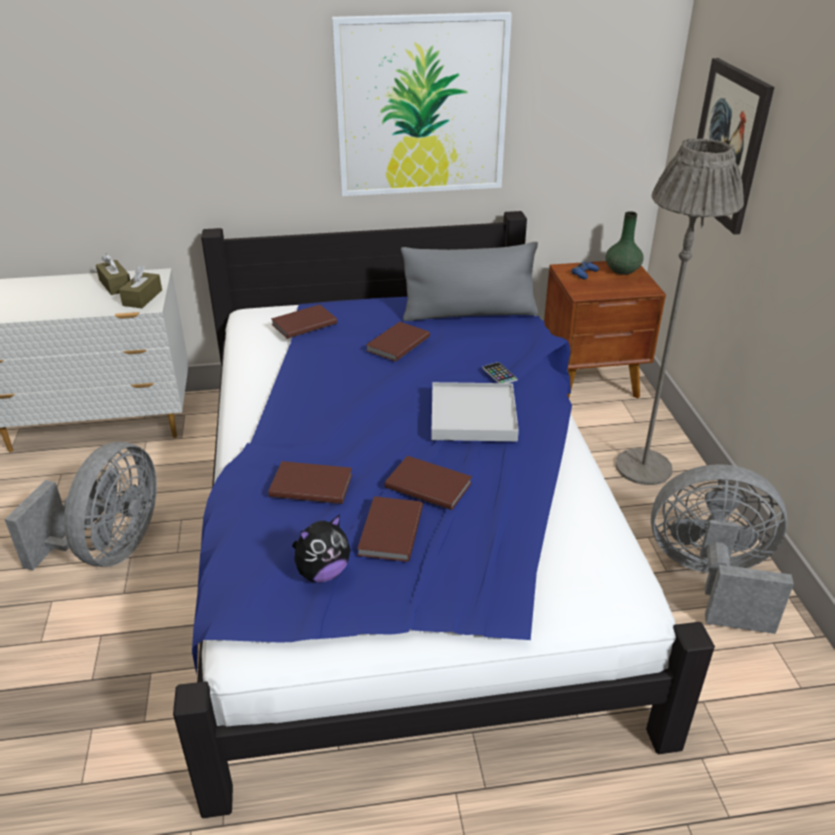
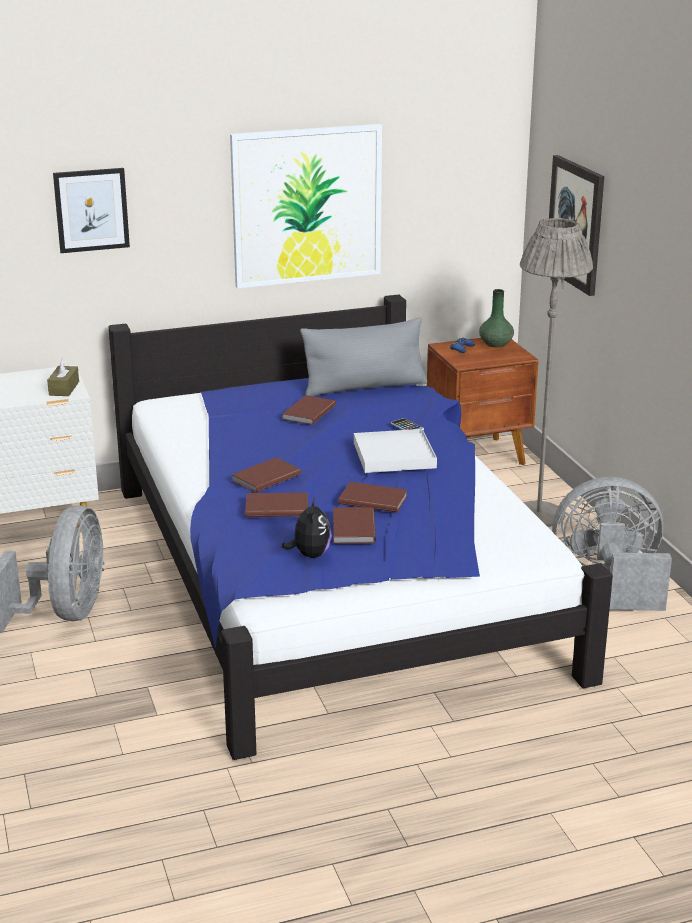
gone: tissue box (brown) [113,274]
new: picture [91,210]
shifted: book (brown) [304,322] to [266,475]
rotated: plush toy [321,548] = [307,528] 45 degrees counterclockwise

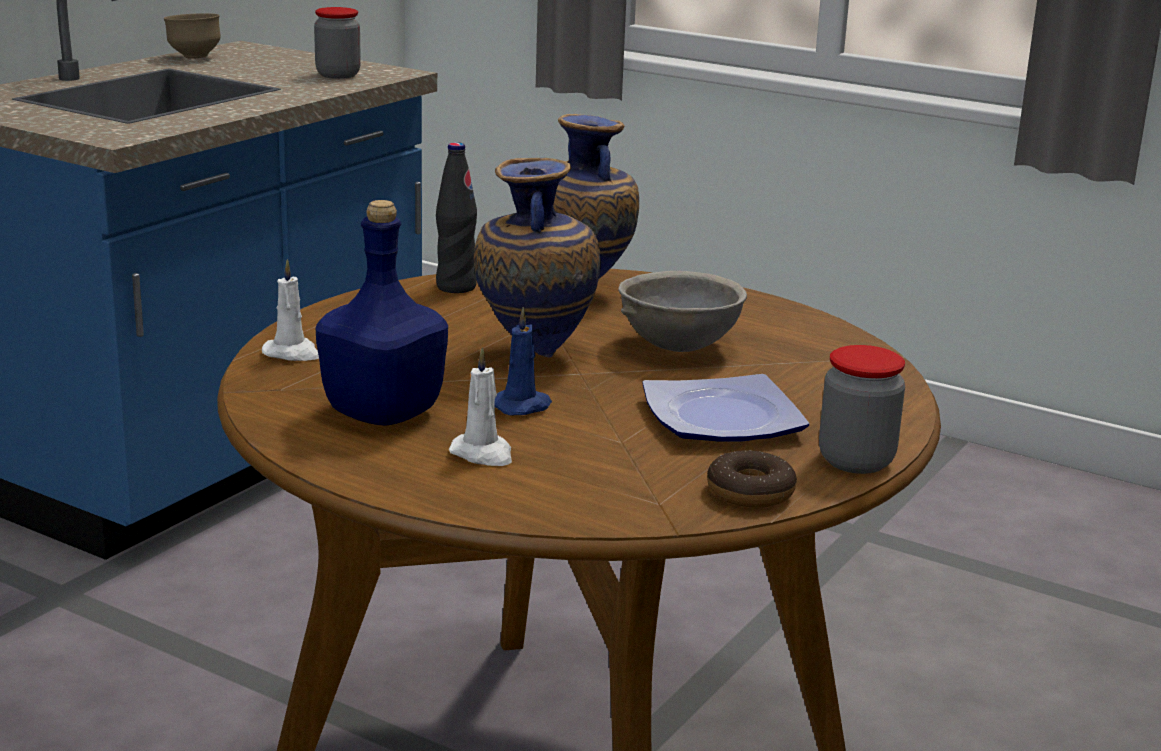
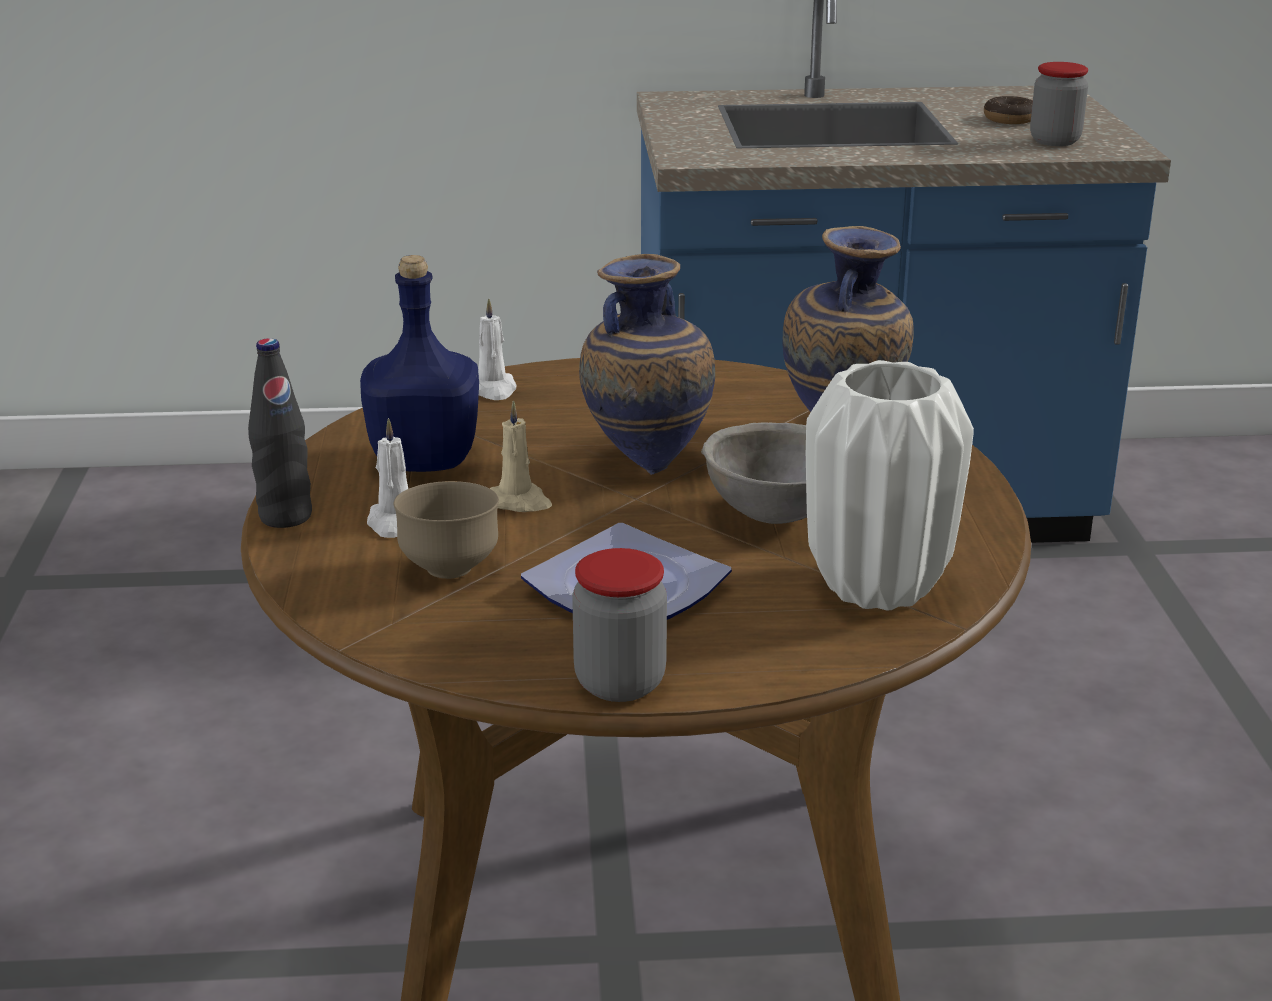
new: vase (white) [890,485]
shifted: bowl (brown) [192,36] to [446,530]; bottle (black) [456,217] to [280,433]; donut [752,479] to [1008,110]
repainted: candle (blue) [523,361] to candle (beige) [521,456]

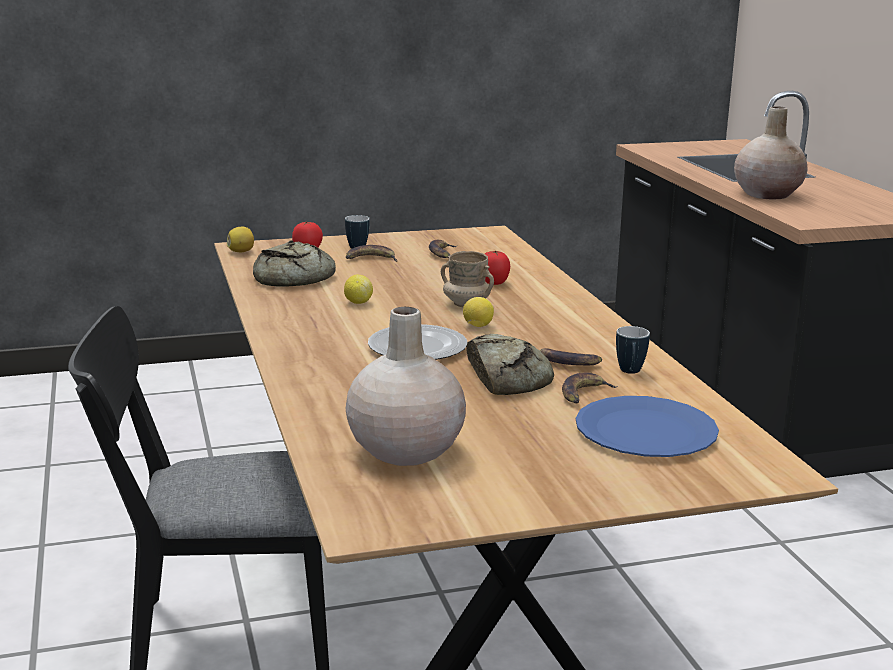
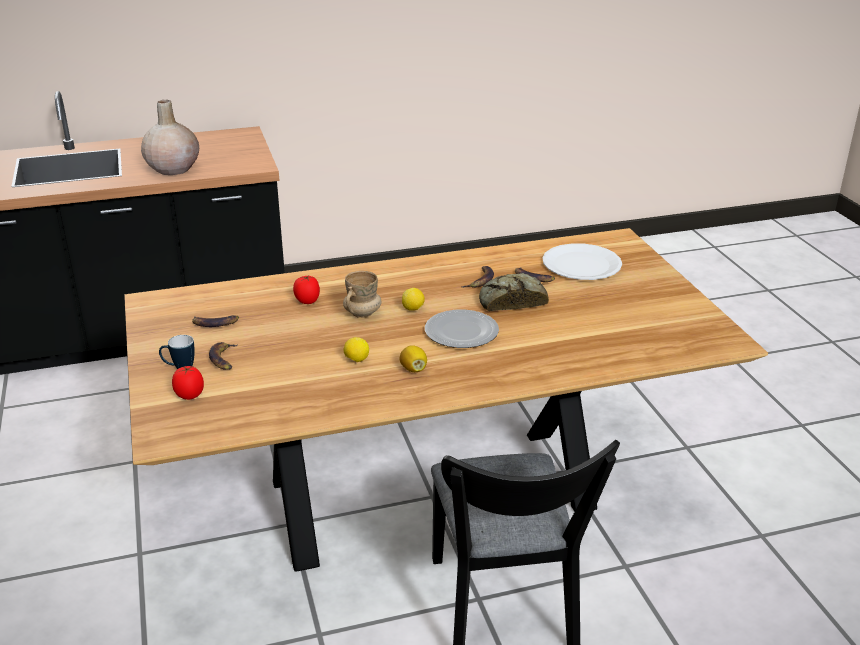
gone: bread [294,263]; vase (beige) [406,386]; mug [633,350]
shifted: lemon [240,239] to [413,358]
repainted: plate (blue) [647,426] to plate (white) [582,261]

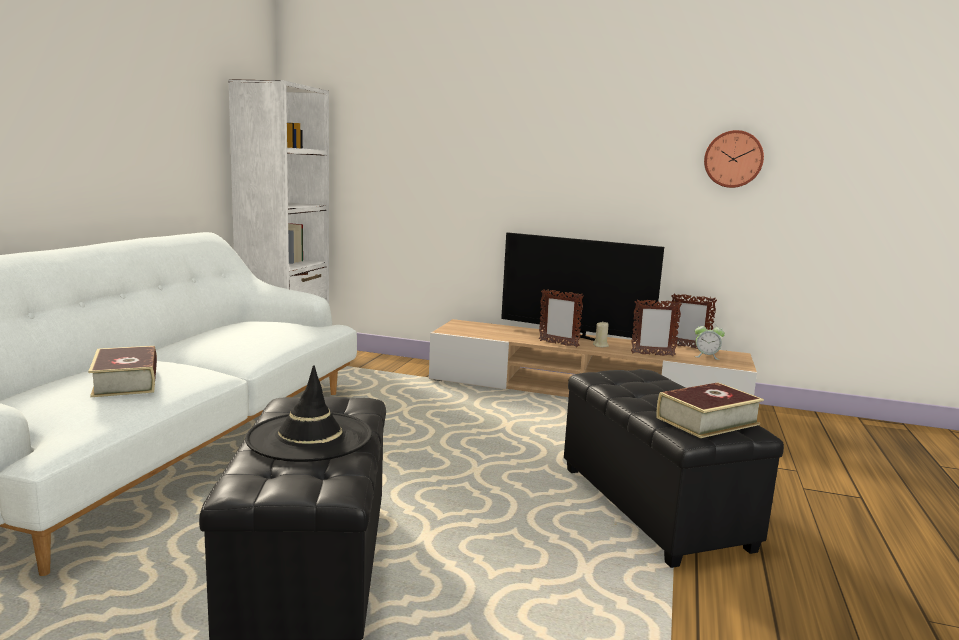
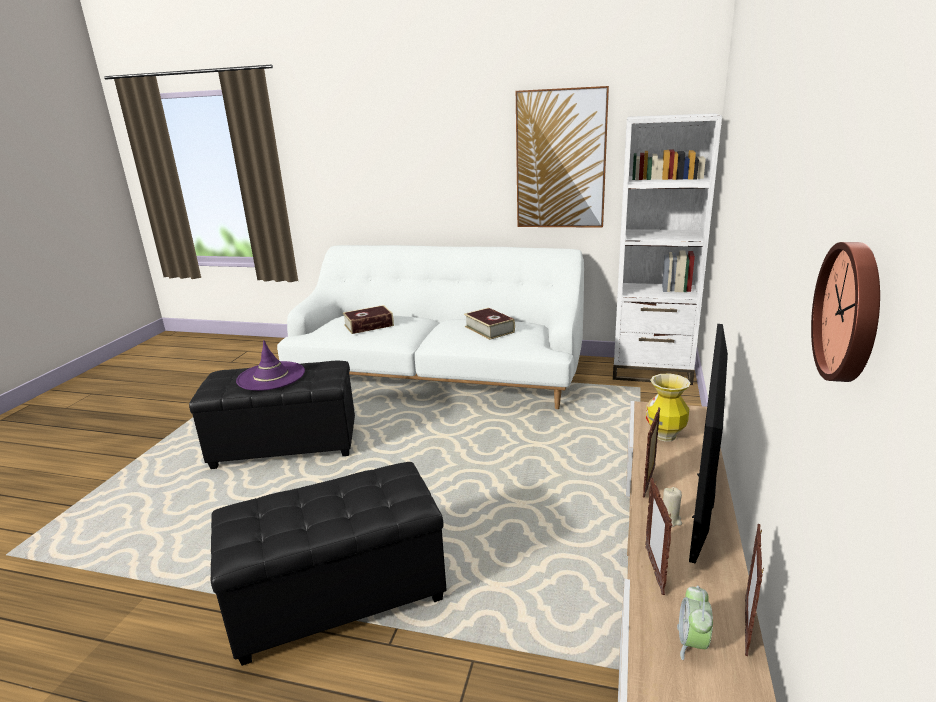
new: picture [562,157]; vase [668,407]
shifted: book [710,410] to [489,324]
repainted: hat (black) [308,413] to hat (purple) [270,365]

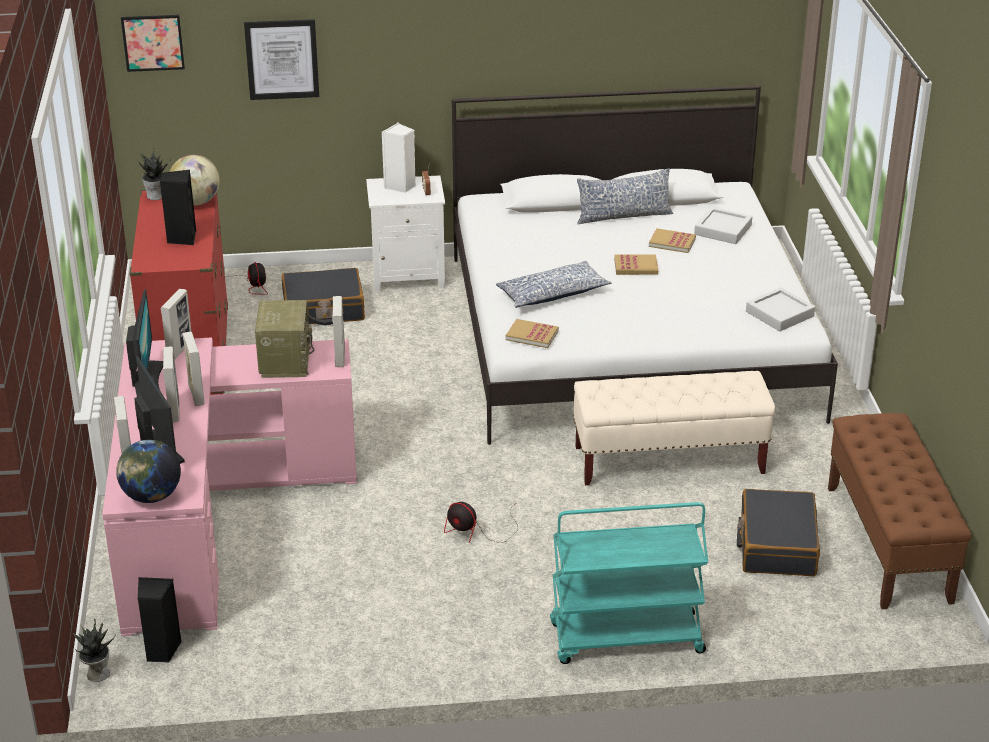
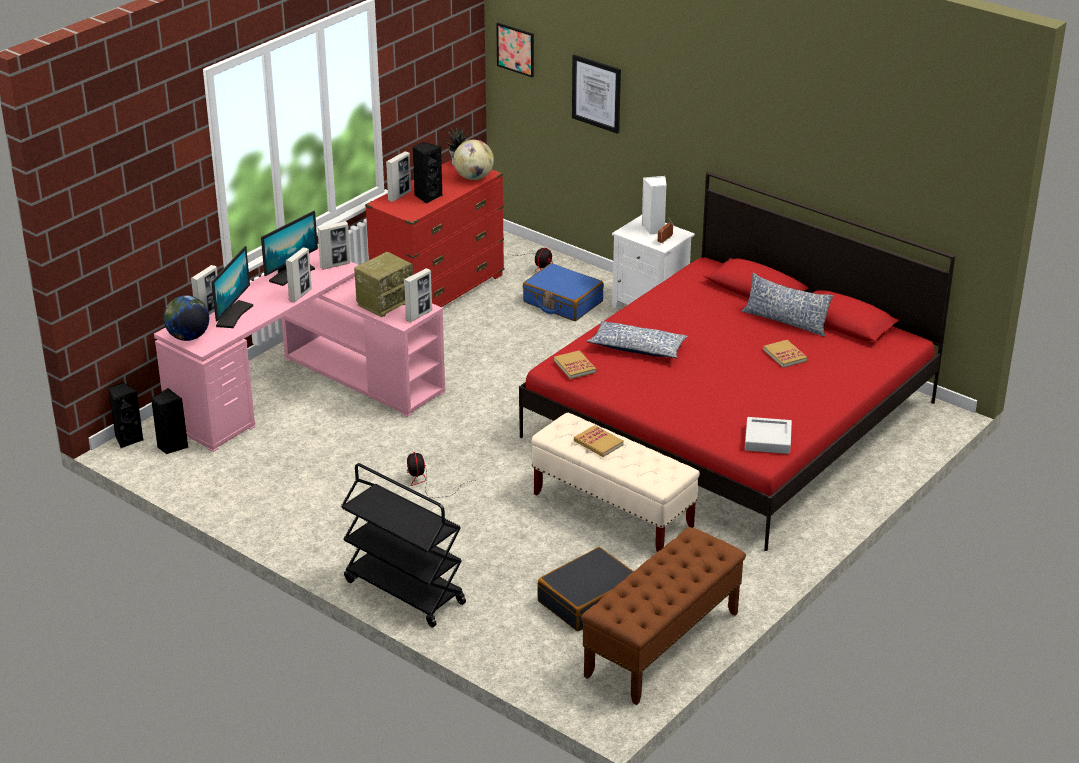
gone: tray (grey) [723,225]
shifted: book [636,264] to [599,441]; picture frame [171,384] to [398,176]
swapped: potted plant [94,650] to speaker (black) [126,415]
repainted: bed (white) [645,265] to bed (red) [737,361]; suitcase (black) [323,296] to suitcase (blue) [563,292]; cart (turquoise) [629,583] to cart (black) [403,545]

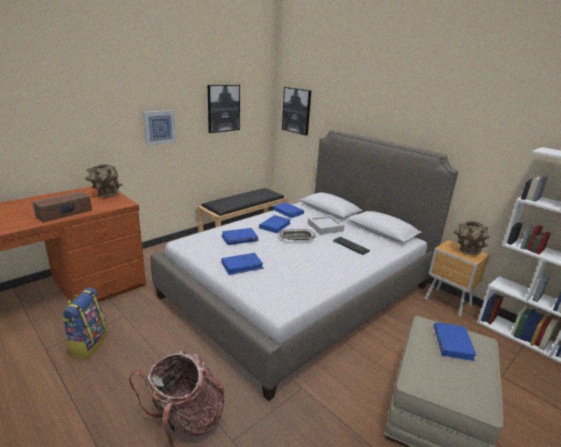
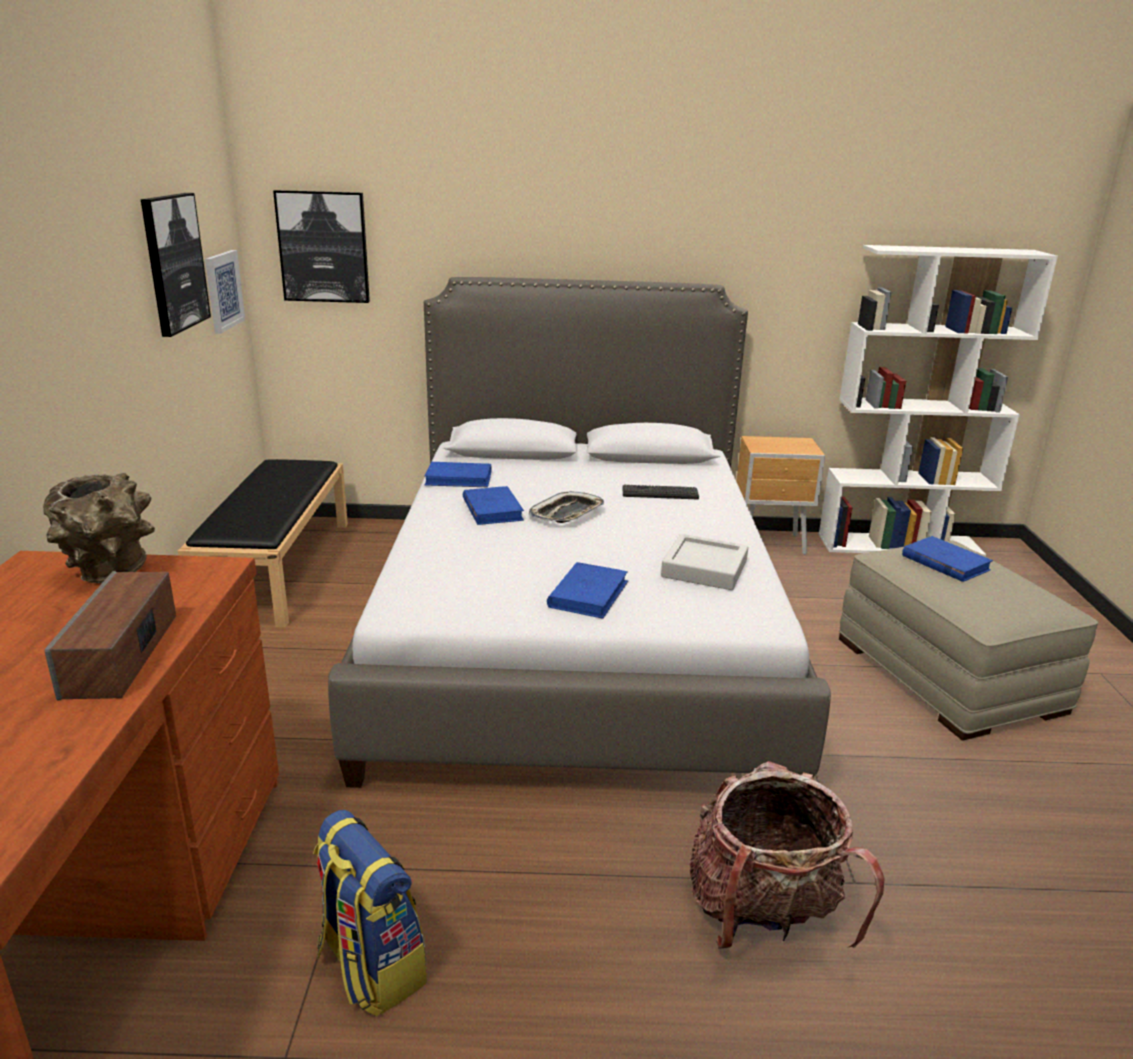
gone: vase (brown) [472,238]; book (blue) [239,236]
shifted: picture [159,128] to [225,292]; tray (grey) [326,225] to [704,562]

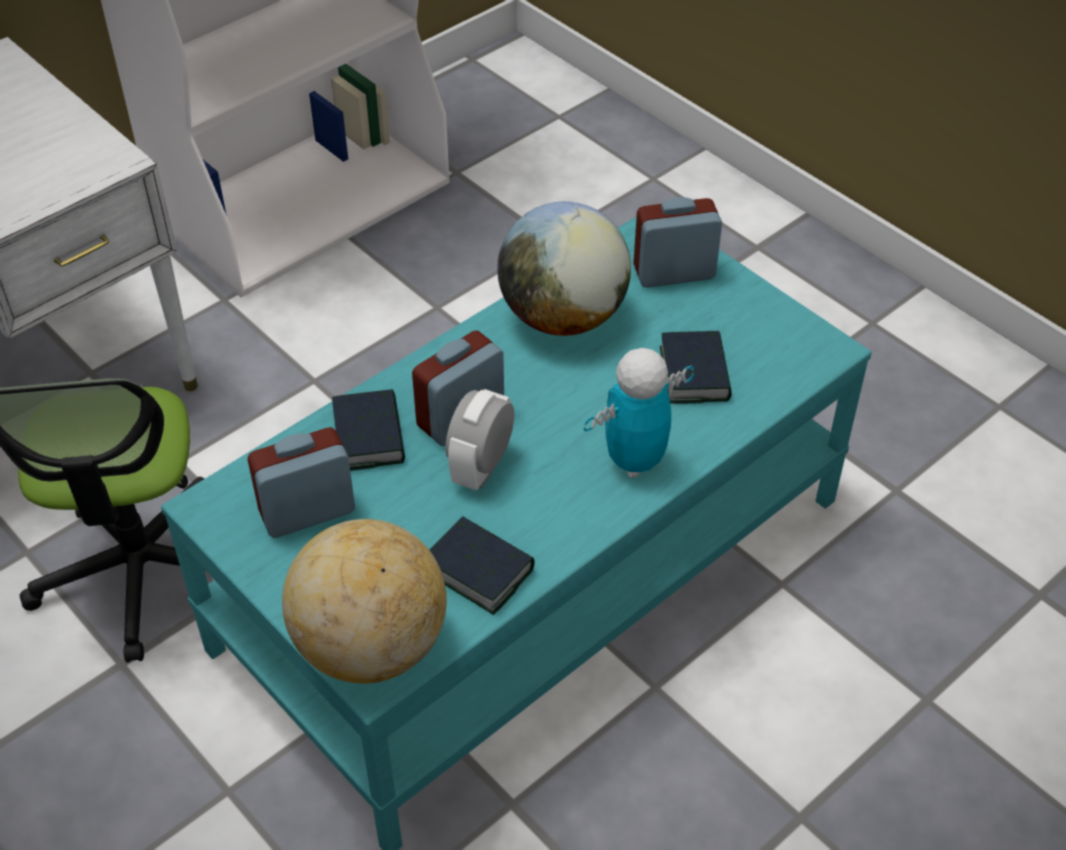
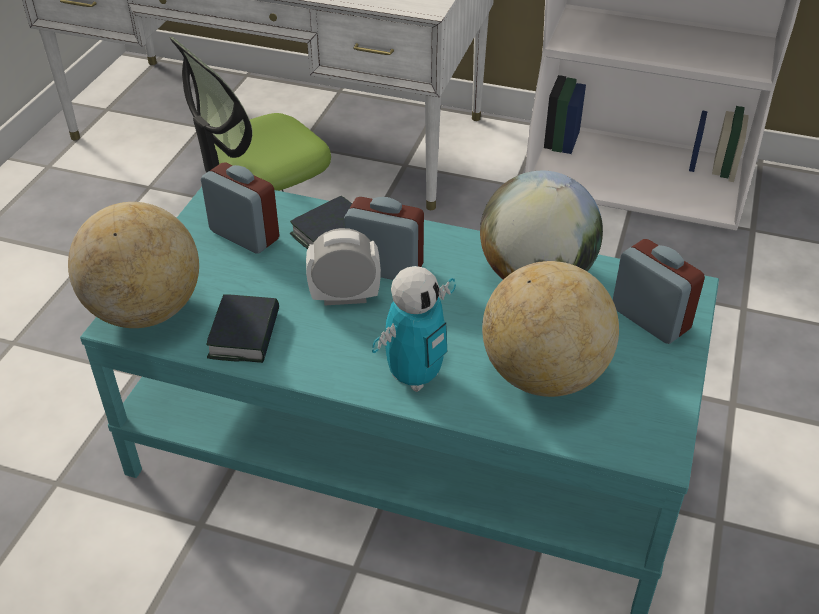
swapped: book [696,367] to globe [550,329]
rotated: toy robot [639,413] = [414,329] 105 degrees clockwise

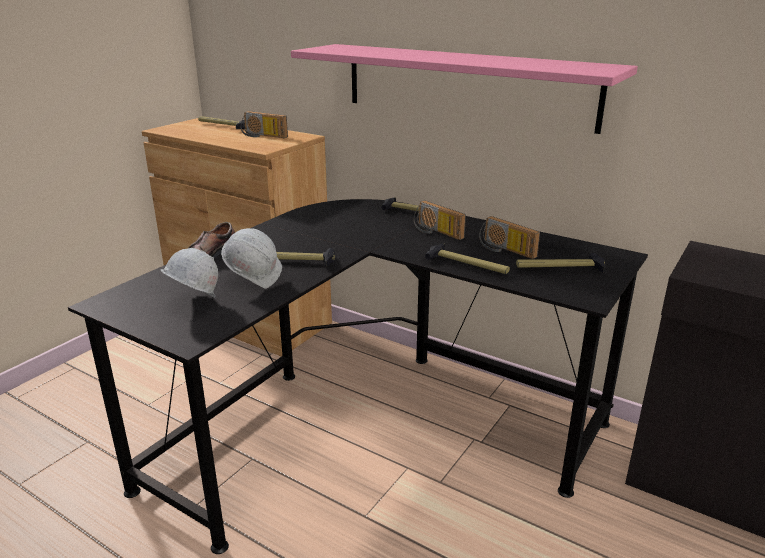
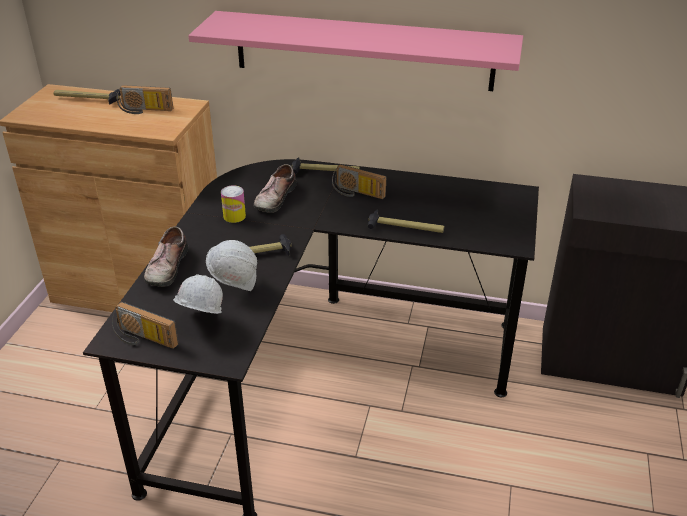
gone: hammer [560,262]
new: shoe [275,188]; can [233,204]
shifted: radio [509,237] to [145,325]

